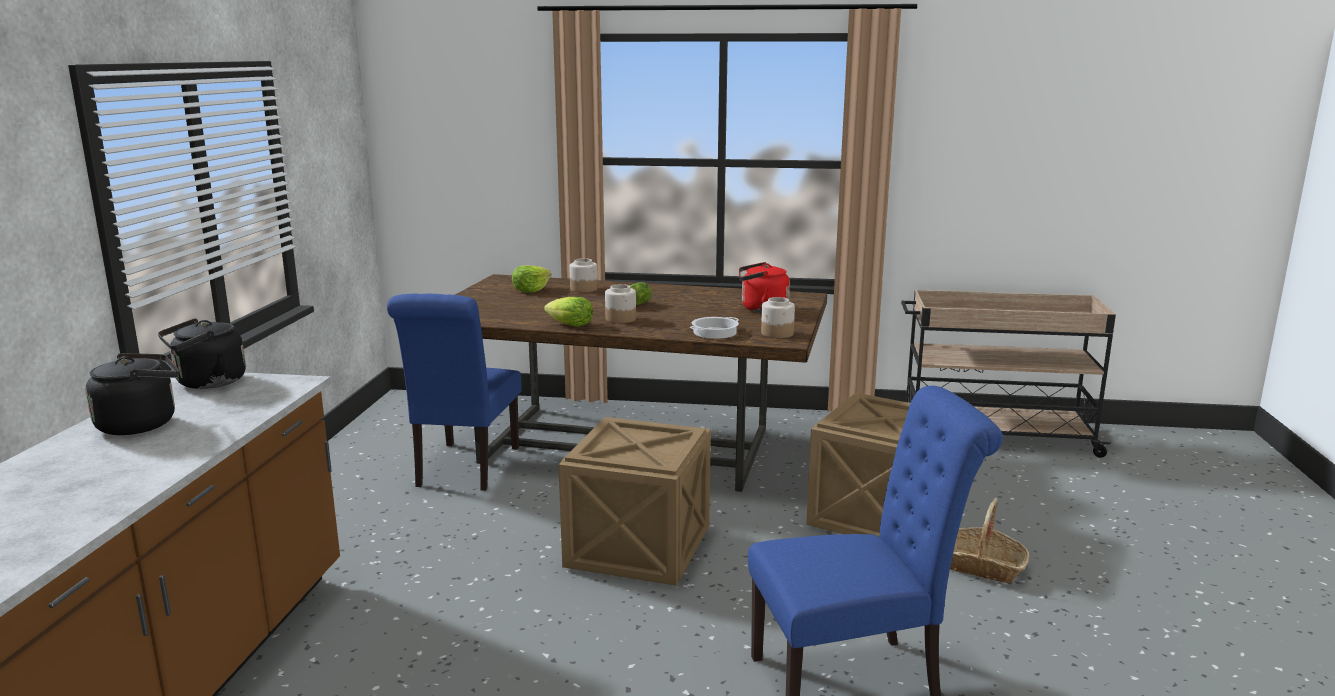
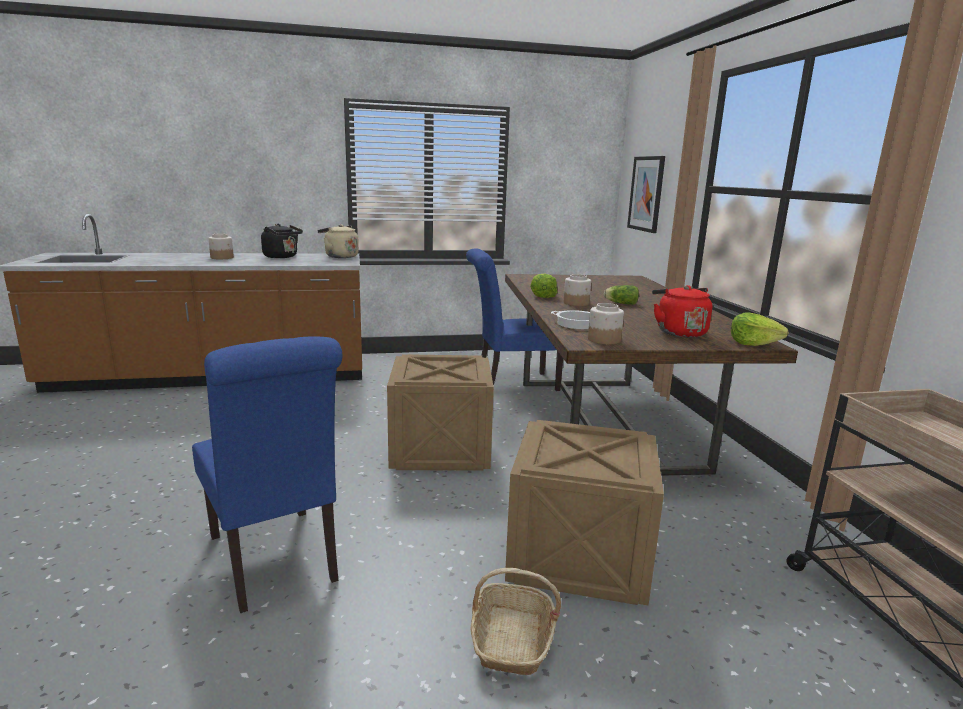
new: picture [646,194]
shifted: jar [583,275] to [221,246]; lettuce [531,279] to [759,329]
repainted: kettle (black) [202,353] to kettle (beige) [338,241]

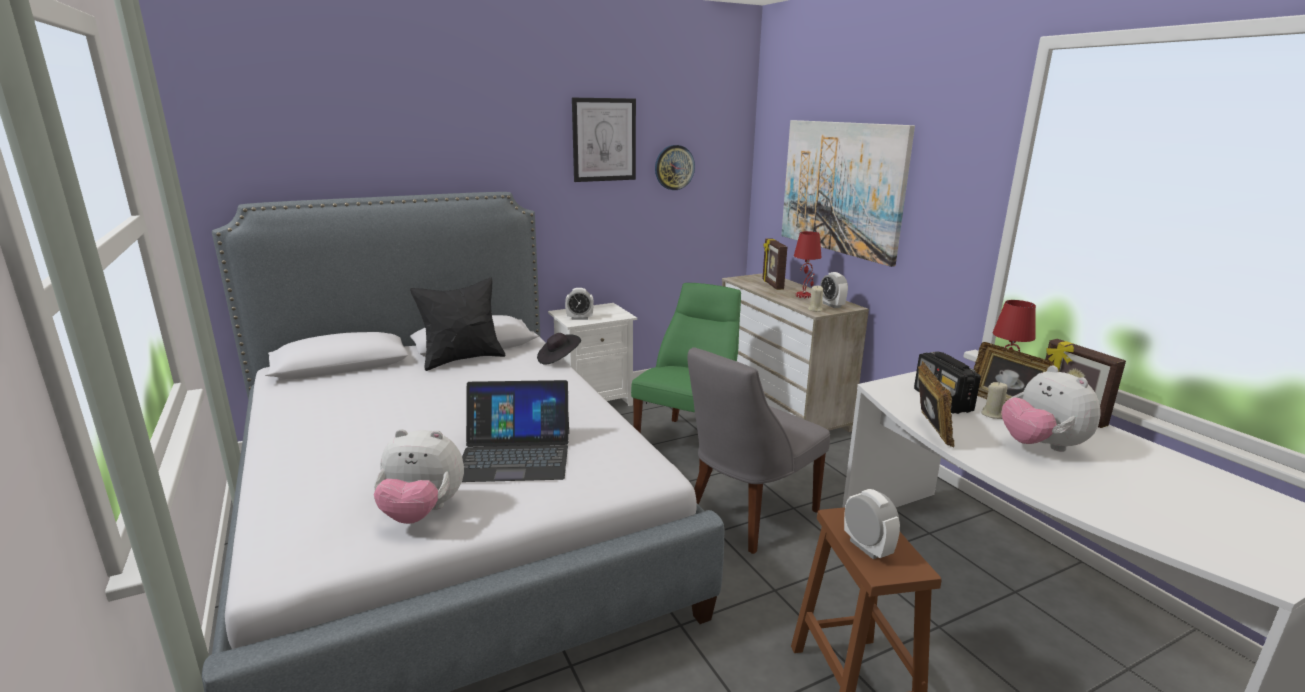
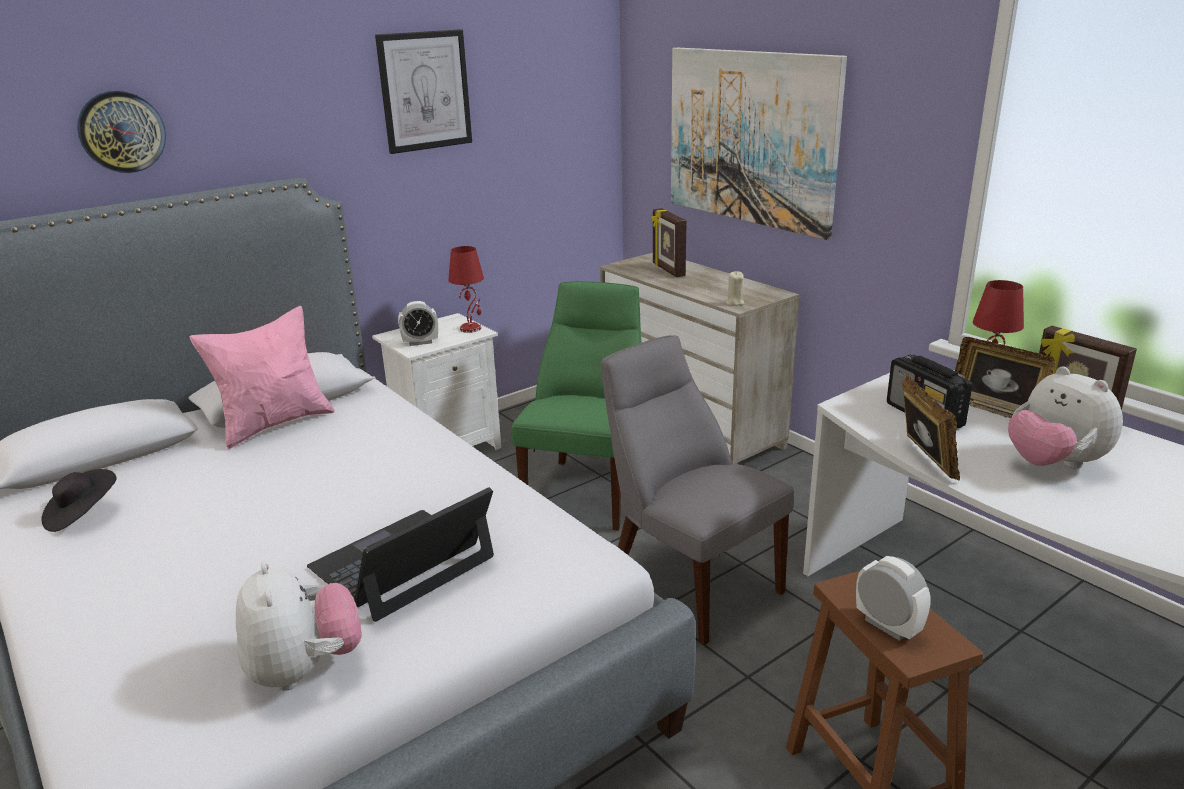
gone: alarm clock [834,290]; candle (beige) [994,400]
shifted: wall clock [675,167] to [121,132]; table lamp (red) [808,264] to [466,289]; hat (black) [559,349] to [78,500]
repainted: pillow (black) [458,324] to pillow (pink) [262,377]
rotated: chair (grey) [759,450] = [697,490] 105 degrees clockwise; laptop [515,431] = [400,554] 150 degrees clockwise; plush toy [419,476] = [299,626] 105 degrees counterclockwise

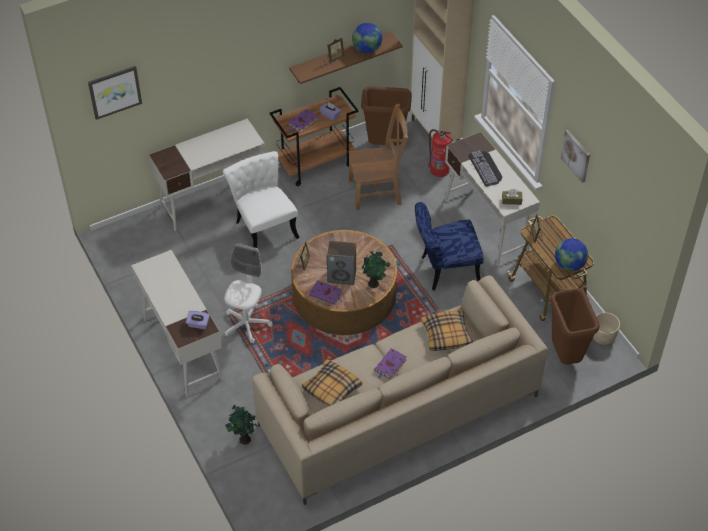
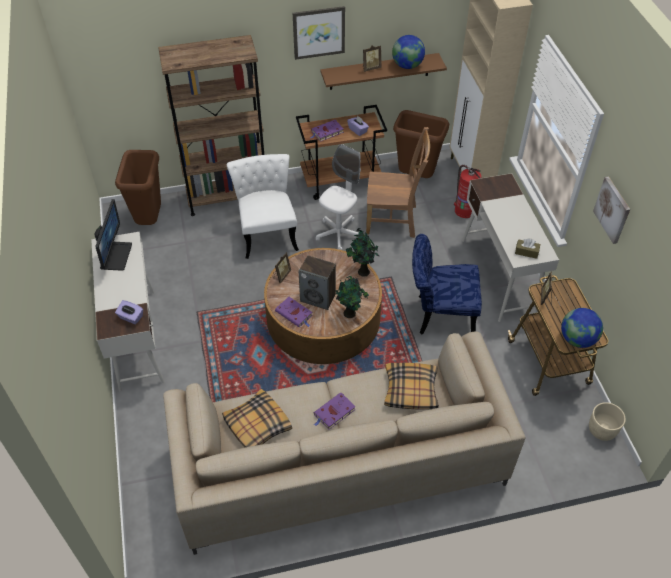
gone: keyboard [485,168]
new: monitor [113,235]
shifted: picture [115,93] to [319,33]; office chair (white) [248,293] to [338,197]; trash can (brown) [575,326] to [138,187]; potted plant [241,425] to [362,252]
swapped: desk (white) [207,174] to bookcase (brown) [211,125]

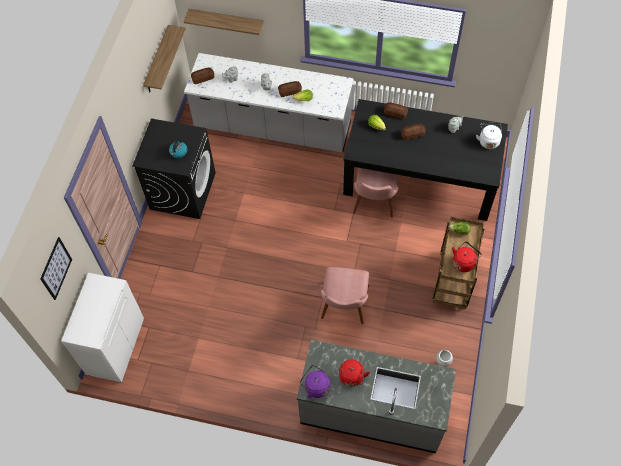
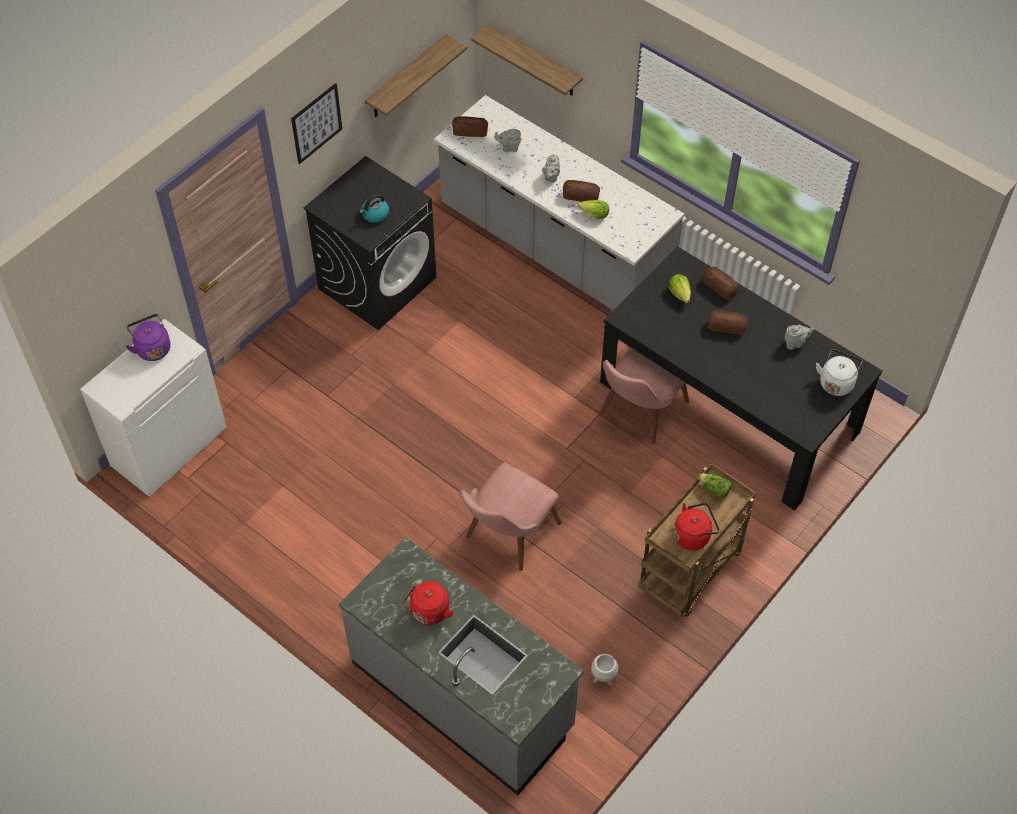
shifted: picture [56,268] to [316,123]; kettle (purple) [315,381] to [148,337]

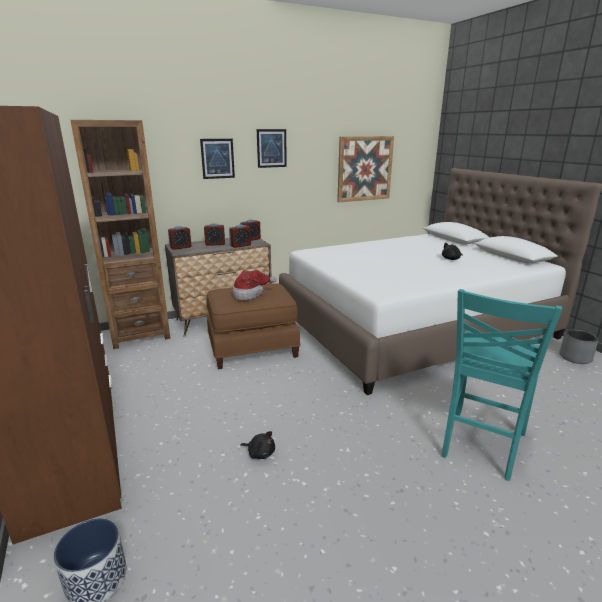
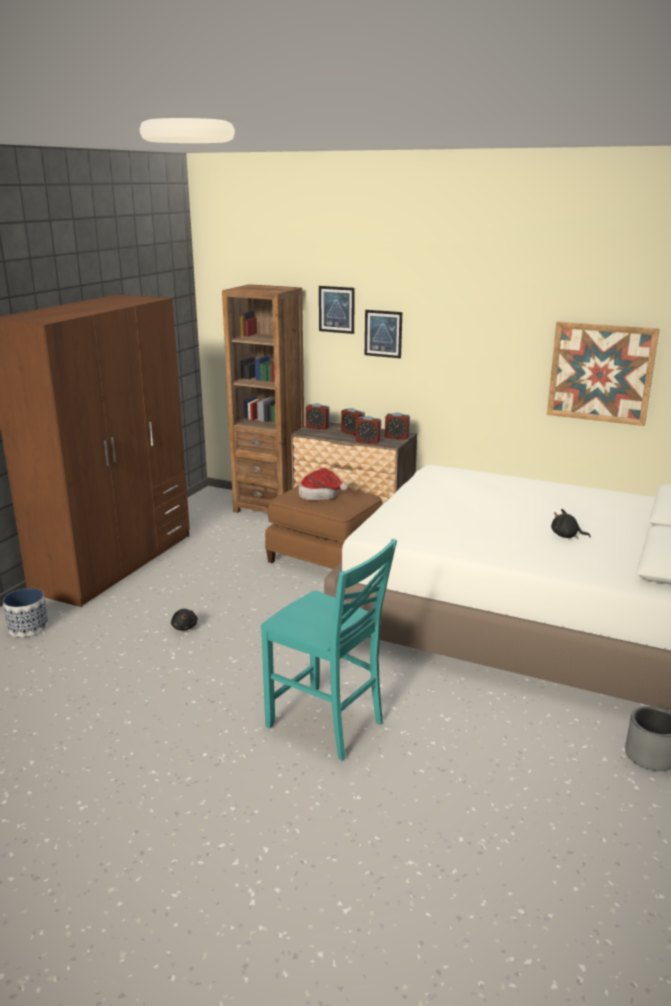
shifted: picture [272,148] to [337,310]
rotated: chair (turquoise) [501,385] = [329,650] 135 degrees counterclockwise

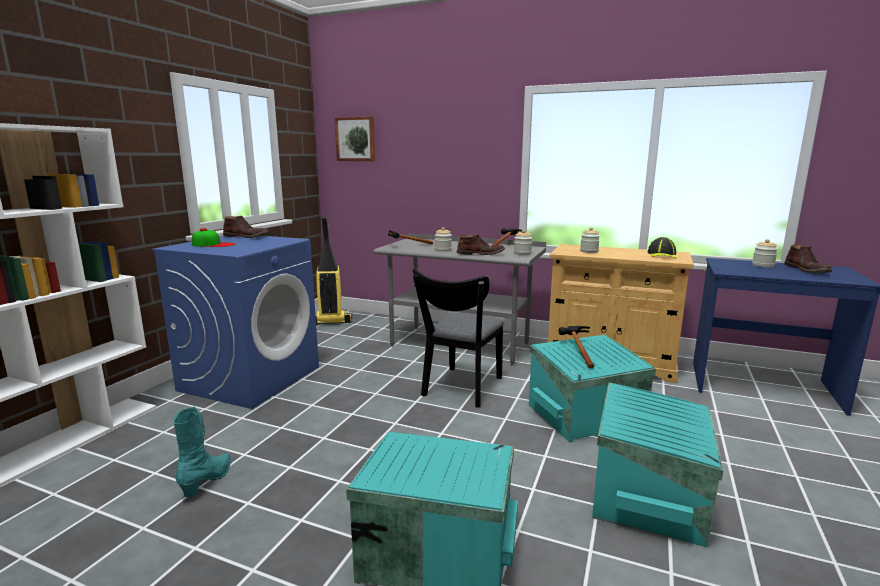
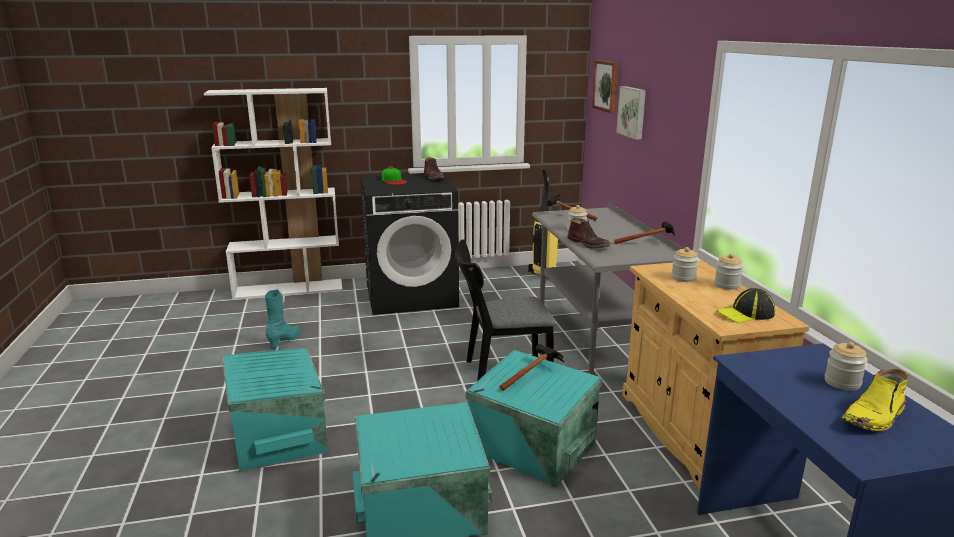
new: picture [631,113]
shifted: jar [523,242] to [728,272]
repainted: washing machine (blue) [235,322] to washing machine (black) [409,243]; boot (brown) [808,259] to boot (yellow) [875,400]
rotated: boot (turquoise) [202,452] = [283,318] 45 degrees counterclockwise

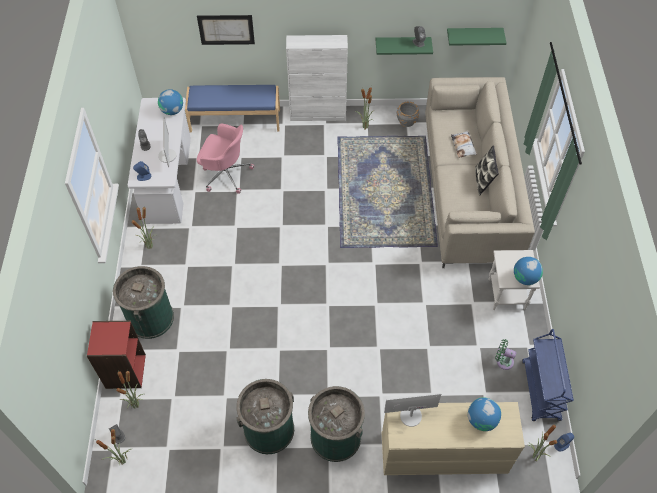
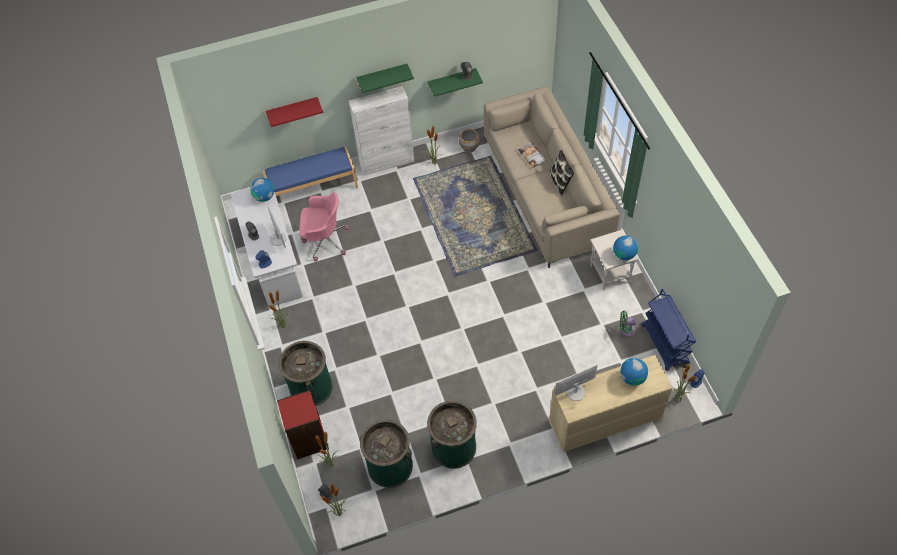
shifted: shelf (green) [477,37] to [385,78]; trash can (green) [336,424] to [386,454]
swapped: picture [226,30] to shelf (red) [294,112]

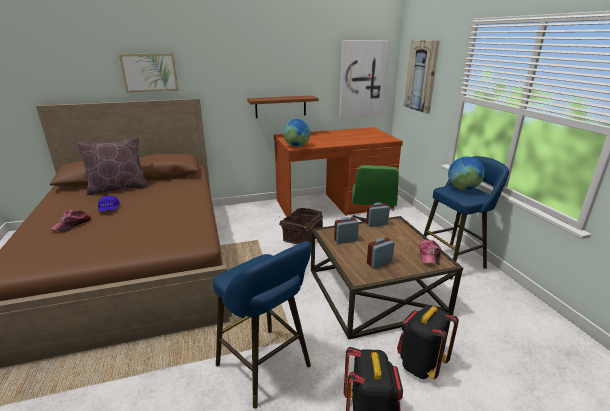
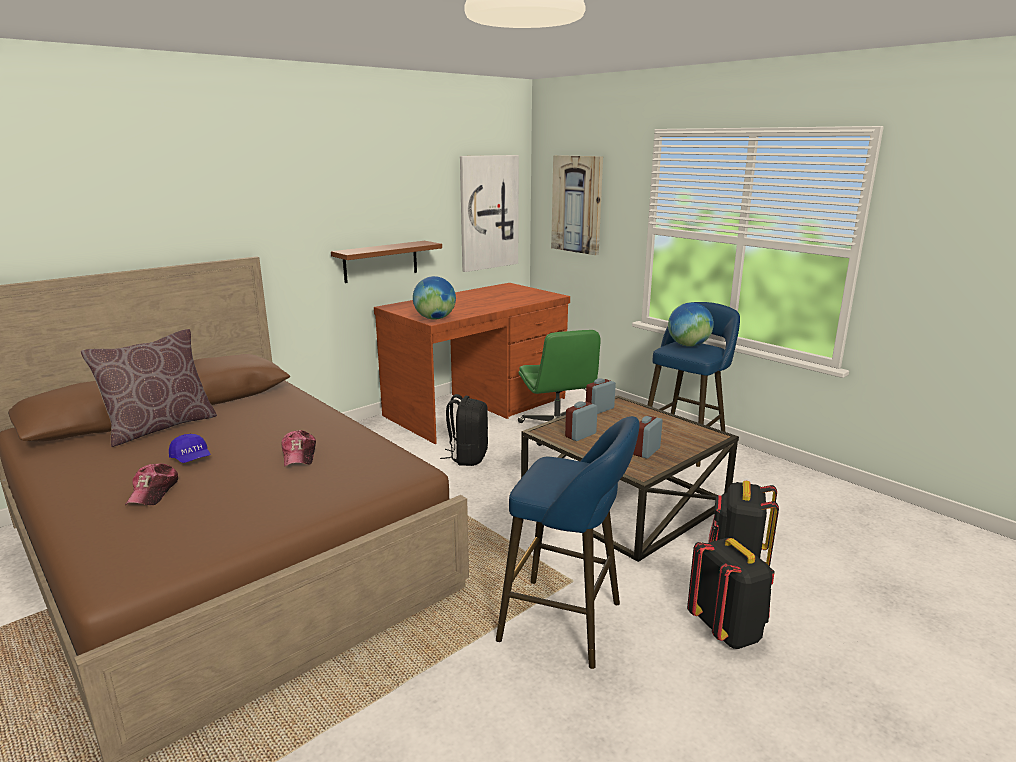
gone: picture [148,73]
shifted: cap [430,252] to [299,448]
swapped: basket [301,226] to backpack (black) [464,430]

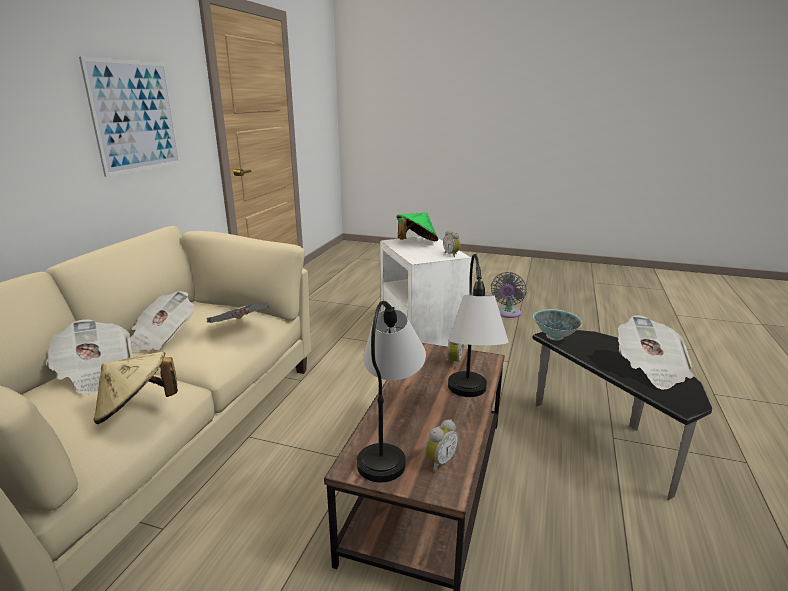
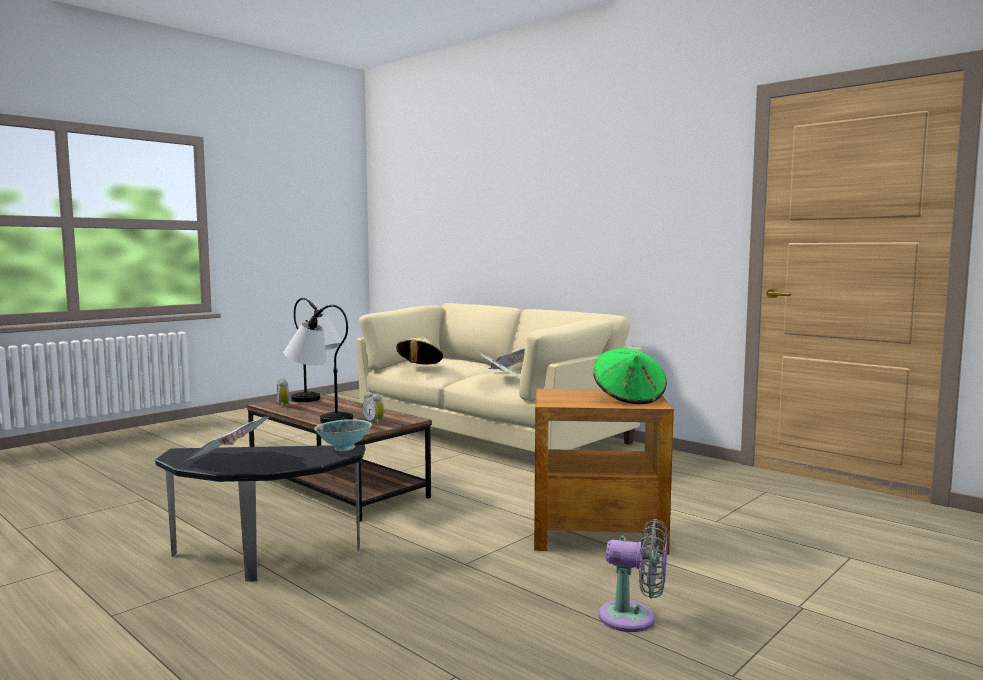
gone: picture [130,117]; alarm clock [451,243]; newspaper [89,357]
repainted: side table (white) [425,291] to side table (brown) [604,471]
rotated: fan (grey) [509,295] = [633,575] 150 degrees clockwise

